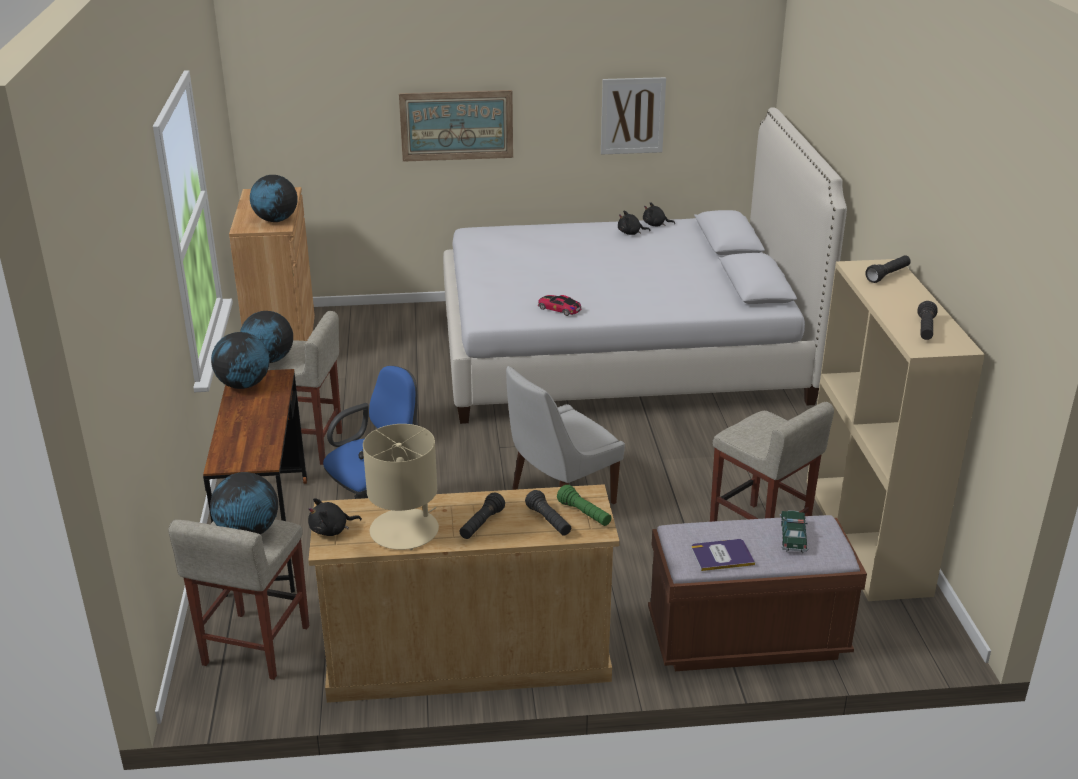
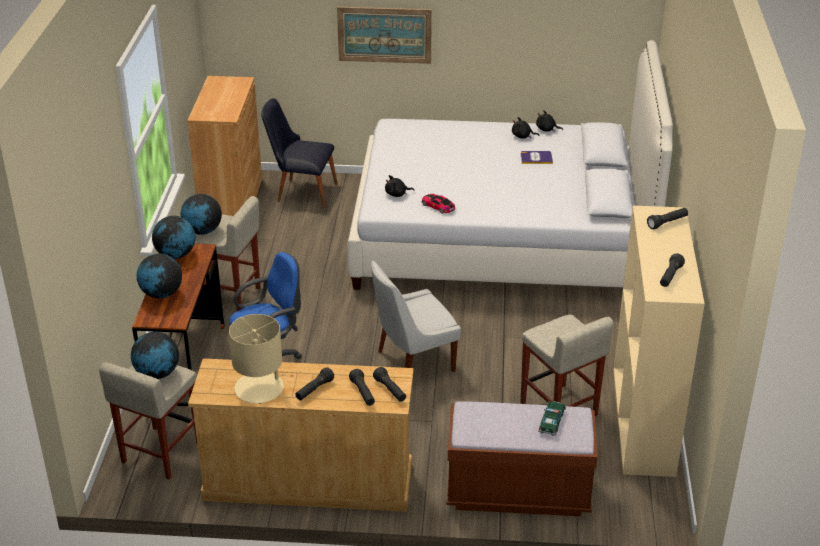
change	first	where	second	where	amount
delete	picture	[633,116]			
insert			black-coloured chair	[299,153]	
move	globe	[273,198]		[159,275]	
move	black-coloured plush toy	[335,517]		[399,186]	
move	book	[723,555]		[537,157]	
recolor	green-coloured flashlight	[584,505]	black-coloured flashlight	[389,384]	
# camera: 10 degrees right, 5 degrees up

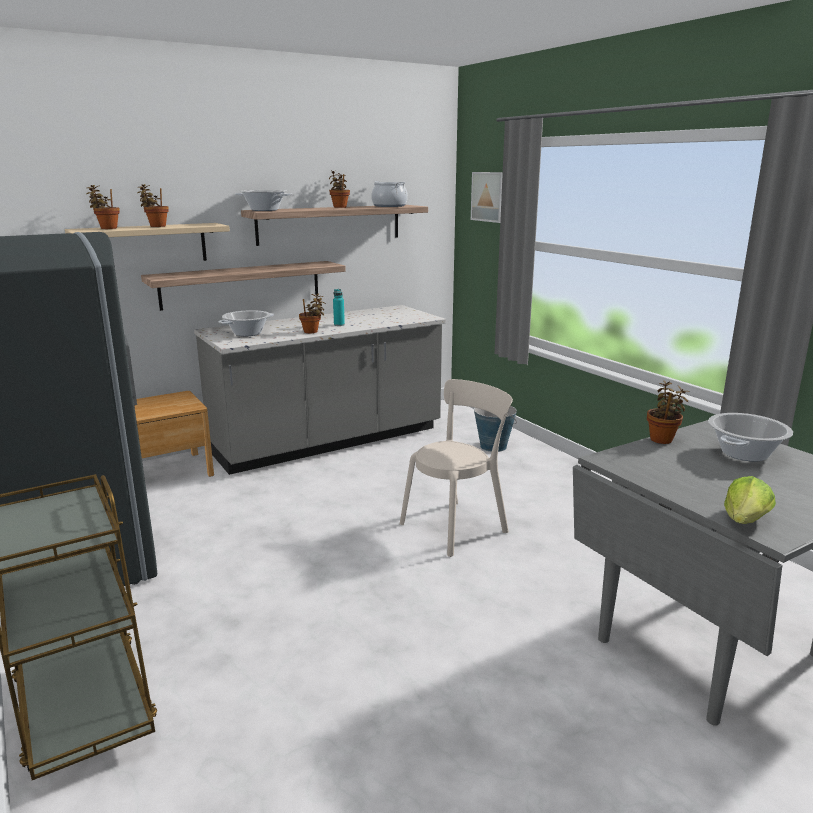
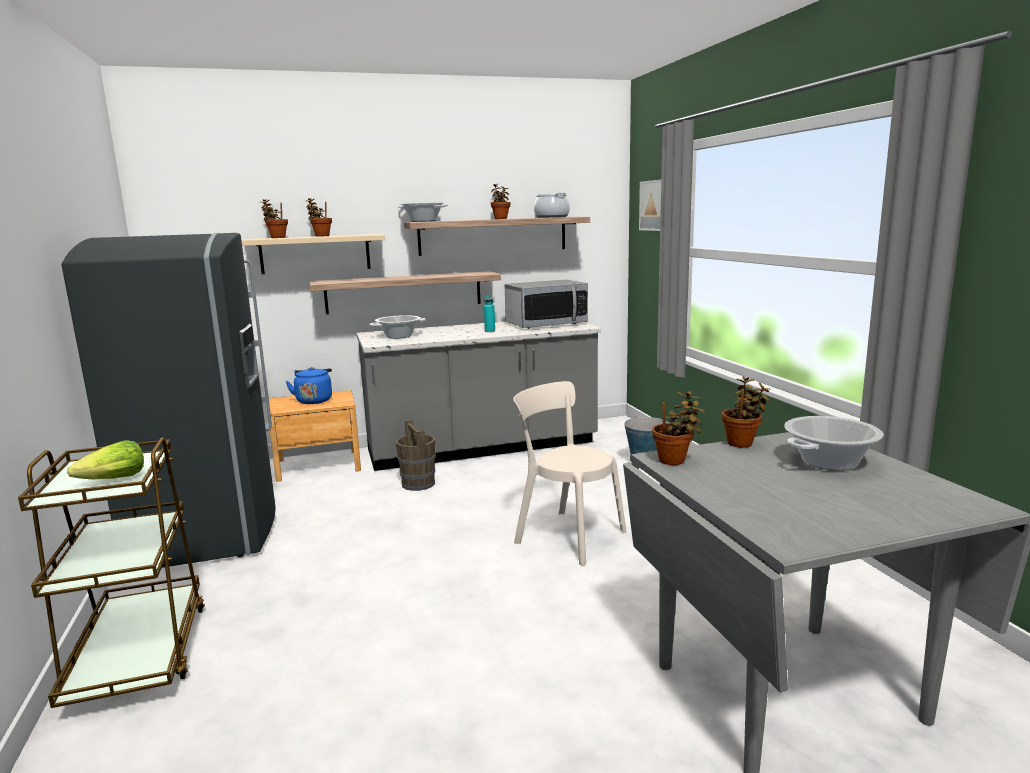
change	first	where	second	where	amount
insert			blue-coloured tea kettle	[308,385]	
insert			brown water bucket	[416,455]	
insert			kitchen microwave	[546,304]	
move	houseplant	[312,313]		[679,428]	
move	lettuce head	[750,500]		[105,459]	
rotate	beige-coloured chair	[456,468]		[569,473]	120 degrees counterclockwise
# camera: 15 degrees right, 5 degrees down

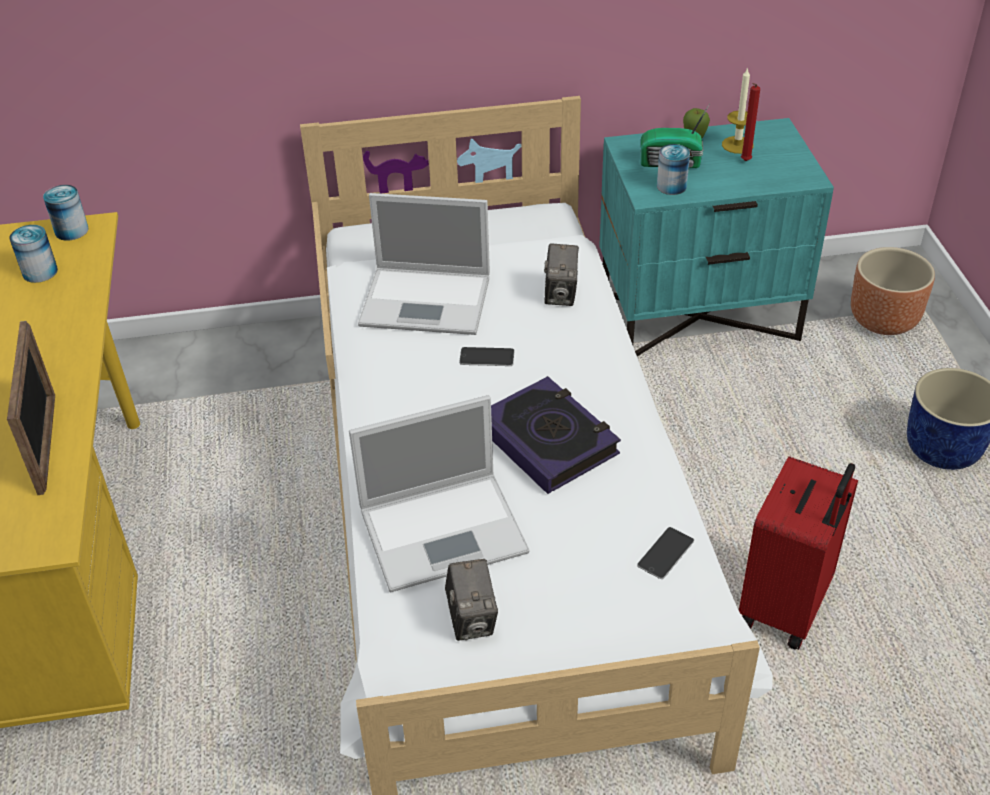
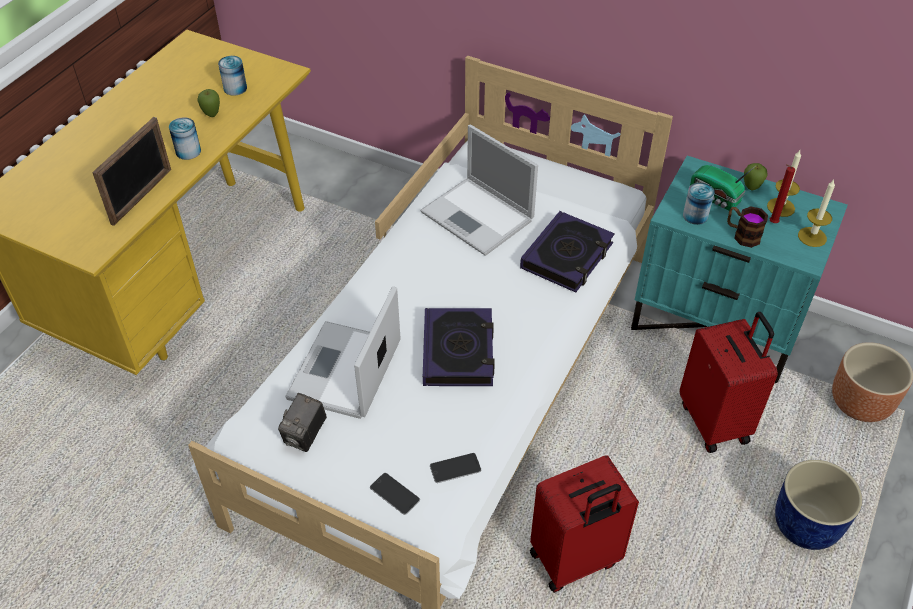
change	first	where	second	where	amount
insert			whole apple	[208,103]	
insert			red-coloured suitcase	[729,382]	
insert			tea mug	[747,227]	
insert			wax light	[816,213]	
move	metal can	[66,213]		[185,138]	
move	phone	[486,356]		[395,494]	
replace	photo camera	[561,275]	book	[567,251]	
rotate	portable computer	[439,493]		[343,352]	90 degrees clockwise
# camera: 35 degrees right, 5 degrees up

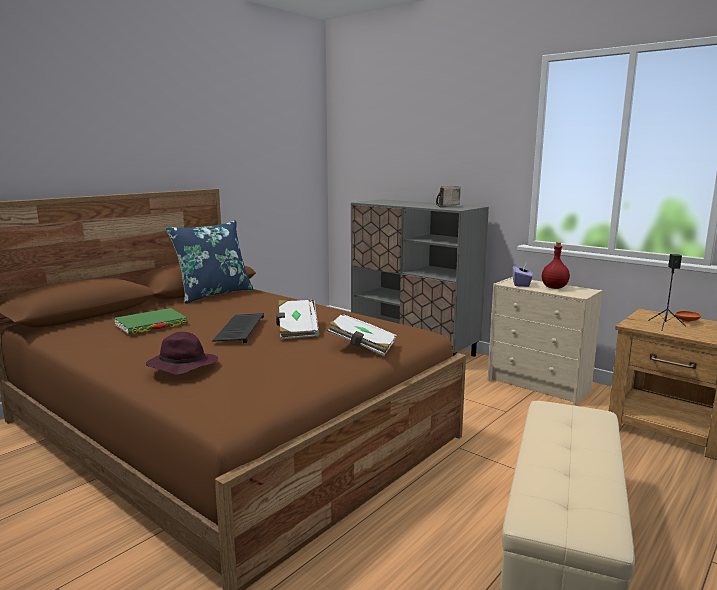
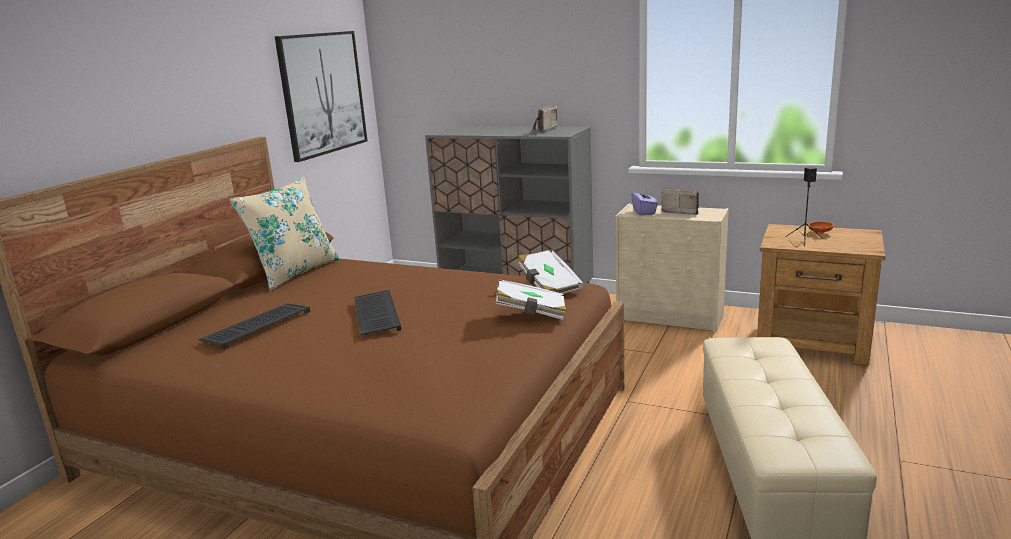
change	first	where	second	where	amount
delete	purple wearable hat	[182,353]			
insert			picture	[321,96]	
move	whitish book	[297,319]		[551,271]	
replace	green-coloured book	[151,321]	computer keyboard	[254,326]	
replace	red-coloured drink bottle	[556,265]	radio	[680,201]	
recolor	blue-coloured cushion	[210,262]	beige-coloured cushion	[284,233]	
# camera: 15 degrees left, 5 degrees up

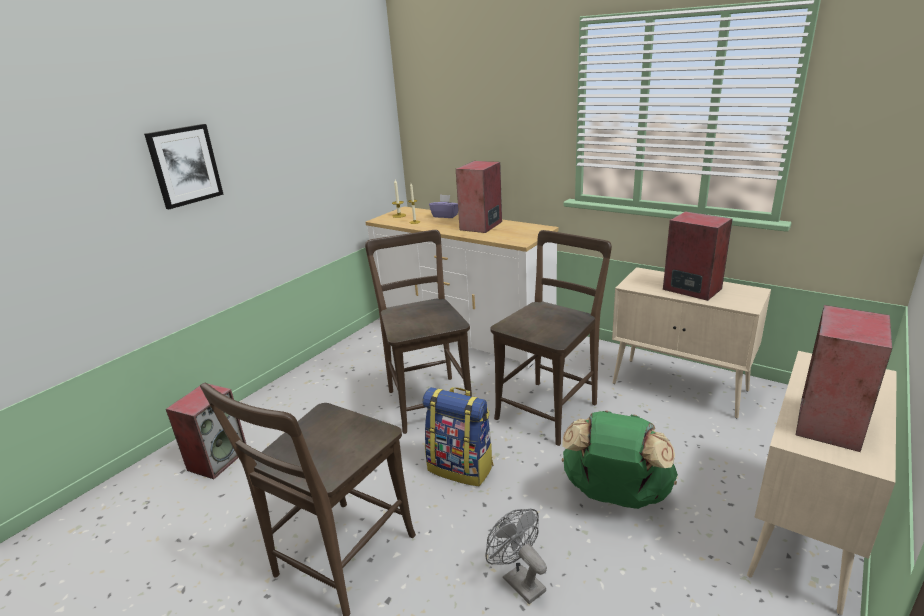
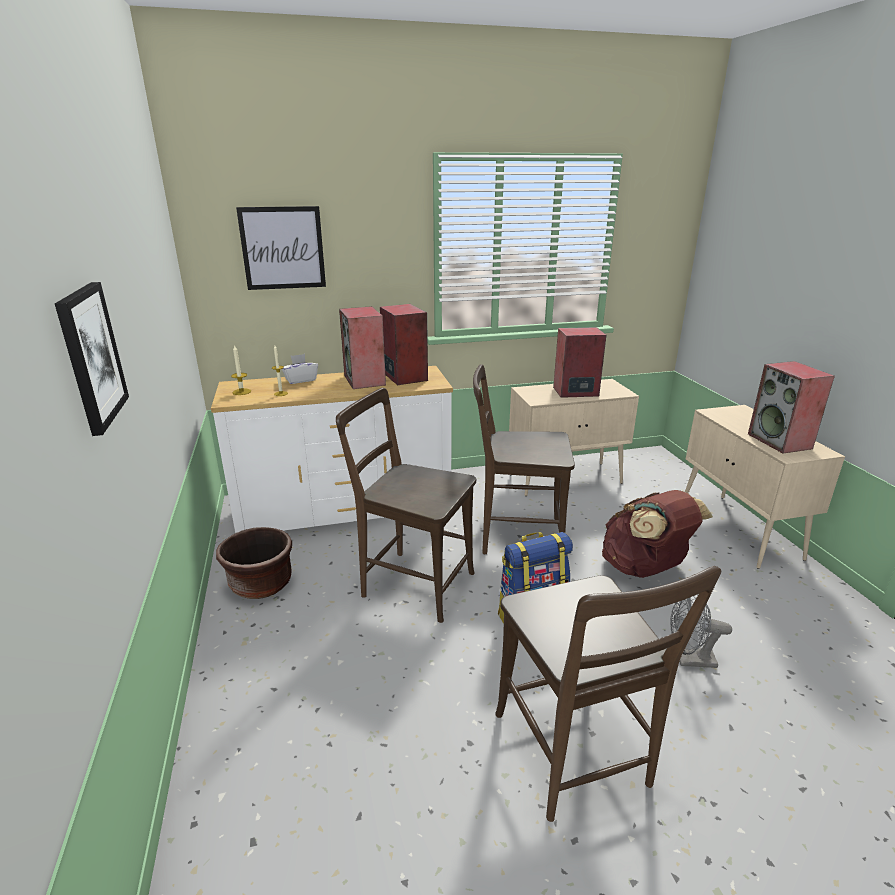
change	first	where	second	where	amount
insert			brown planter	[254,563]	
insert			picture	[281,248]	
move	audio speaker	[206,431]		[404,344]	
recolor	purple tissue holder	[443,206]	whitish tissue holder	[300,369]	
recolor	green-coloured backpack	[620,459]	brown backpack	[657,534]	
rotate	brown chair	[551,338]		[524,459]	75 degrees counterclockwise
# camera: 50 degrees left, 0 degrees up

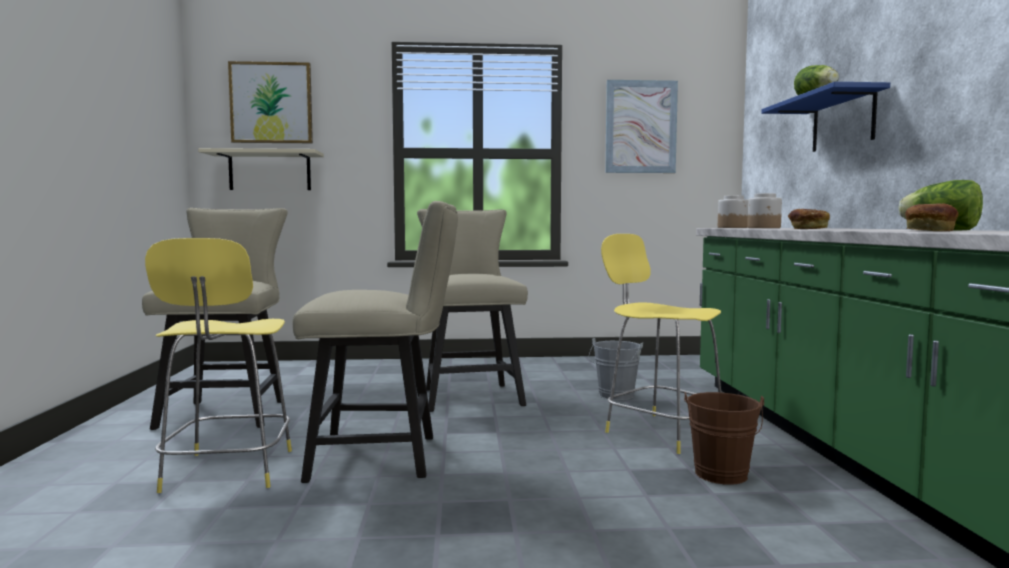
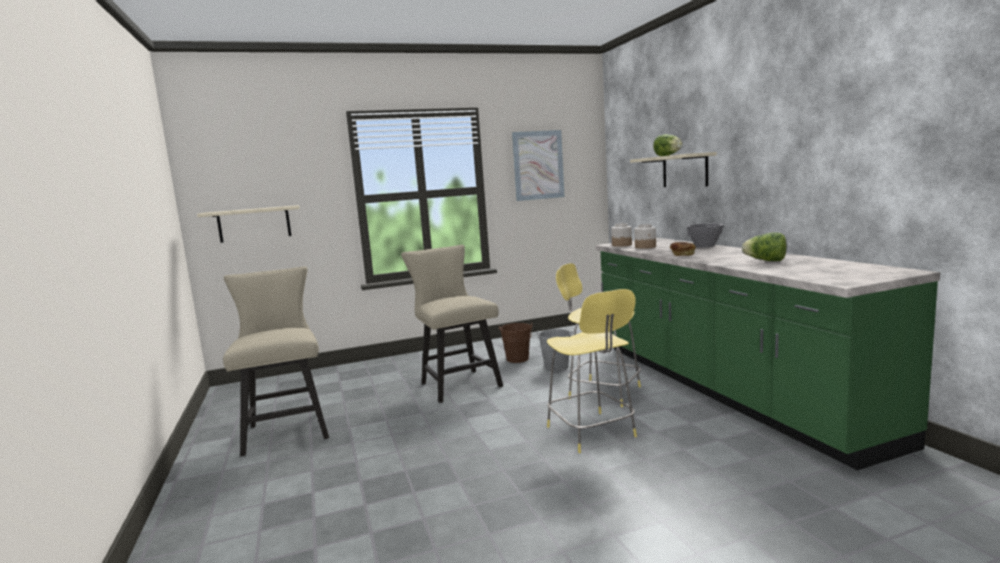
change	first	where	second	where	amount
delete	picture	[270,102]			
delete	beige-coloured chair	[375,342]			
delete	bakery bread	[932,217]			
insert			gray deep dish	[705,235]	
move	yellow-coloured sitting stool	[218,365]		[592,371]	
move	brown water bucket	[724,438]		[515,342]	
recolor	blue-coloured shelf	[825,117]	beige-coloured shelf	[673,169]	
# camera: 15 degrees left, 5 degrees up

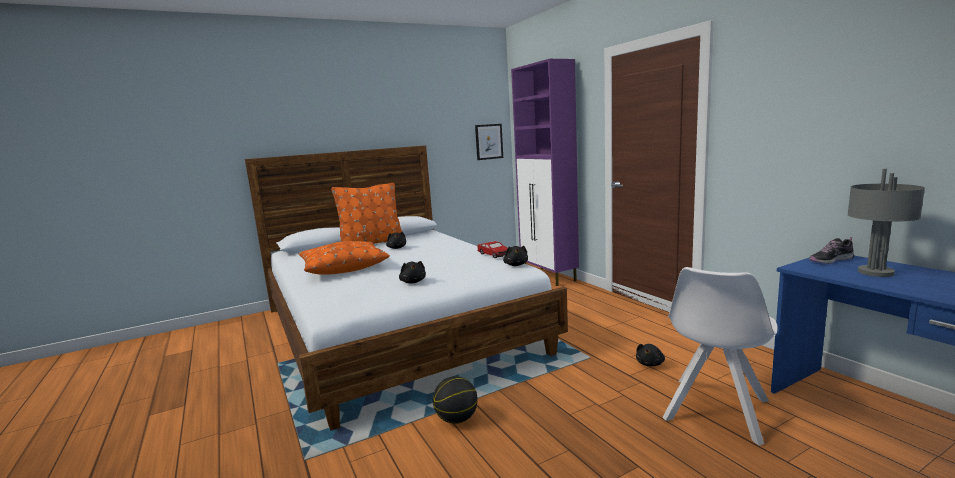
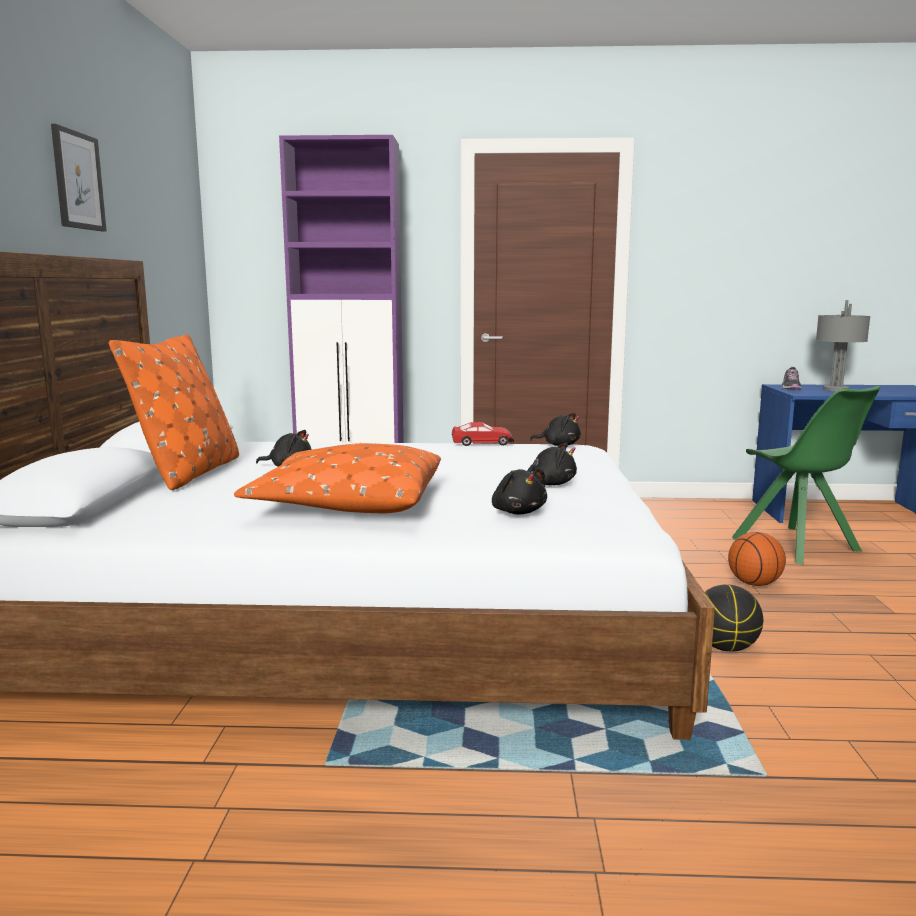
change	first	where	second	where	amount
insert			ball for basketball	[757,559]	
move	picture	[489,142]		[79,178]	
move	black-coloured plush toy	[650,355]		[519,491]	
recolor	whitish chair	[720,356]	green-coloured chair	[806,475]	
# camera: 60 degrees left, 0 degrees up

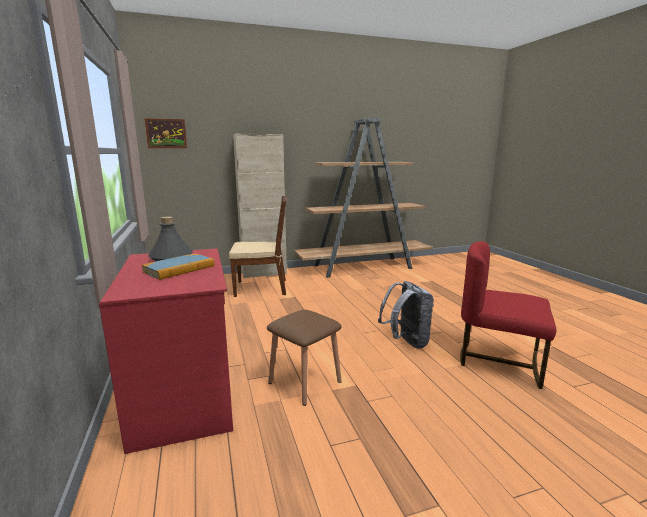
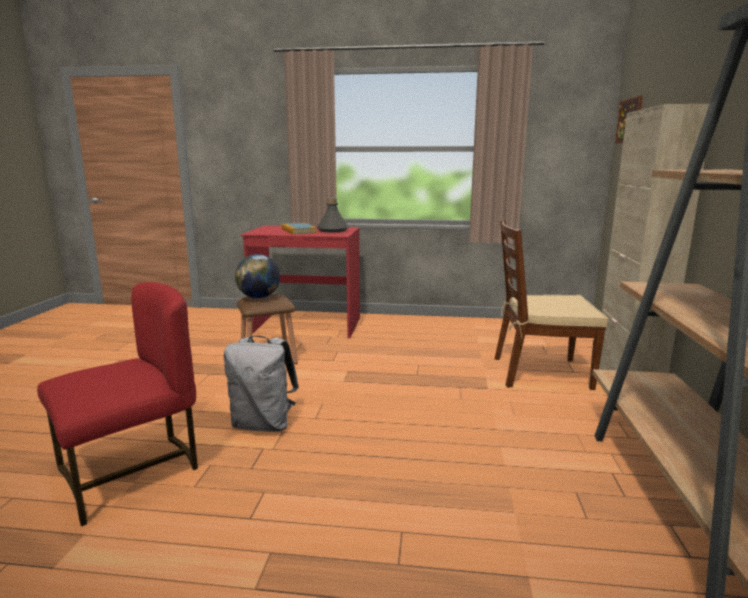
change	first	where	second	where	amount
insert			globe	[257,276]	
rotate	brown chair	[258,246]		[551,305]	75 degrees clockwise
# camera: 115 degrees right, 0 degrees up

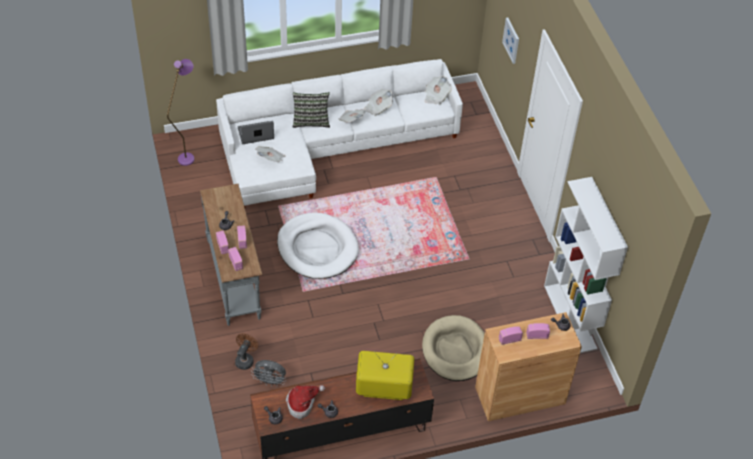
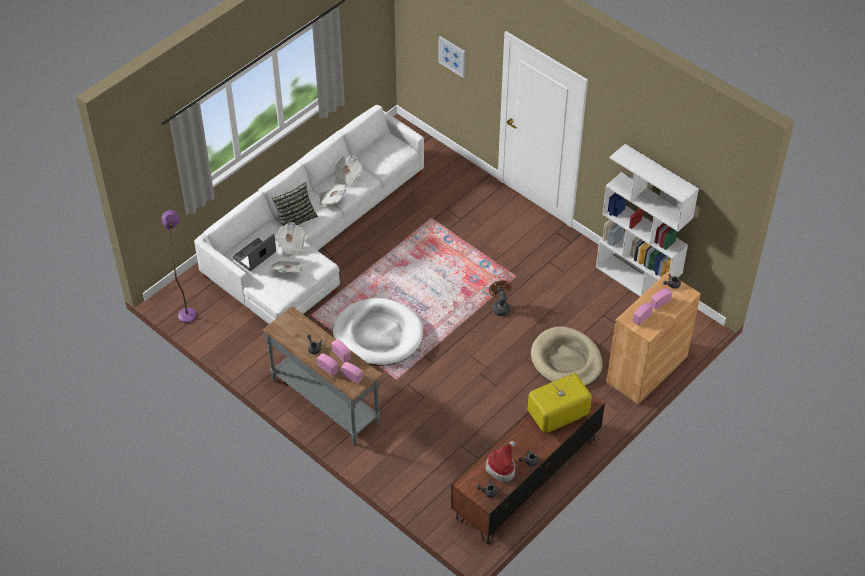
change	first	where	second	where	amount
delete	gray electric fan	[268,373]			
move	brown electric fan	[246,352]		[500,298]	
move	newspaper	[438,90]		[291,239]	
# camera: 30 degrees left, 0 degrees up

